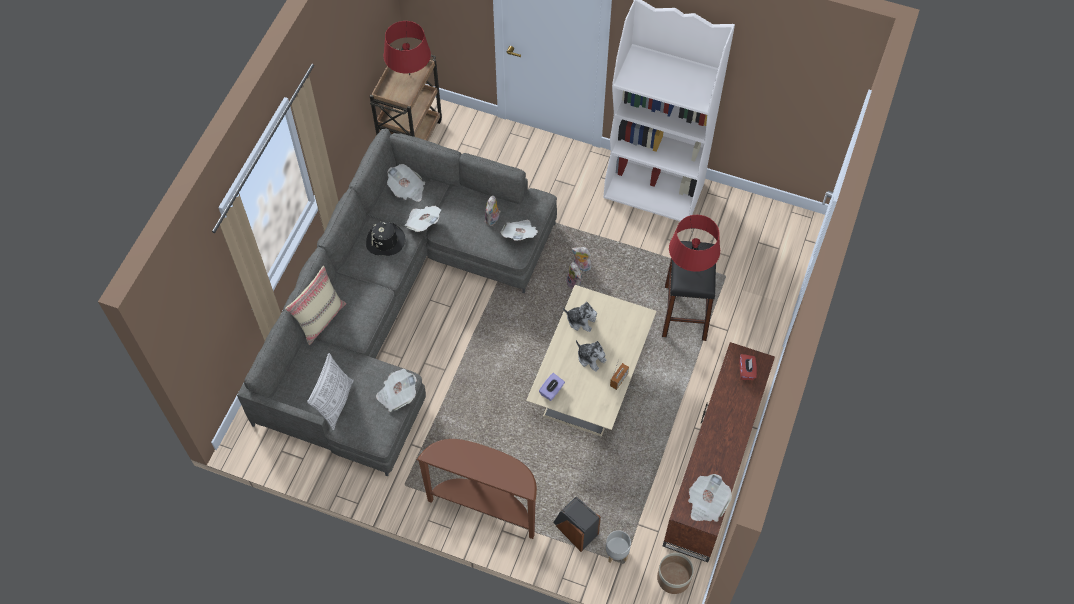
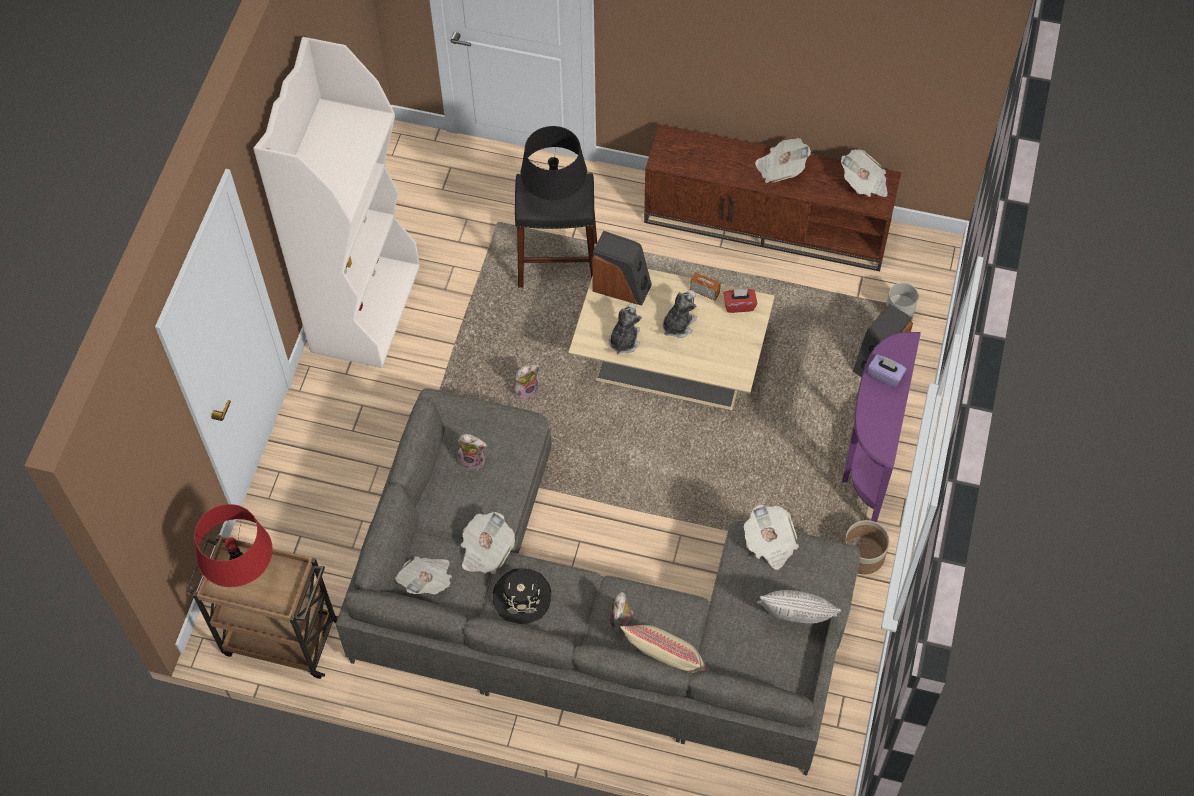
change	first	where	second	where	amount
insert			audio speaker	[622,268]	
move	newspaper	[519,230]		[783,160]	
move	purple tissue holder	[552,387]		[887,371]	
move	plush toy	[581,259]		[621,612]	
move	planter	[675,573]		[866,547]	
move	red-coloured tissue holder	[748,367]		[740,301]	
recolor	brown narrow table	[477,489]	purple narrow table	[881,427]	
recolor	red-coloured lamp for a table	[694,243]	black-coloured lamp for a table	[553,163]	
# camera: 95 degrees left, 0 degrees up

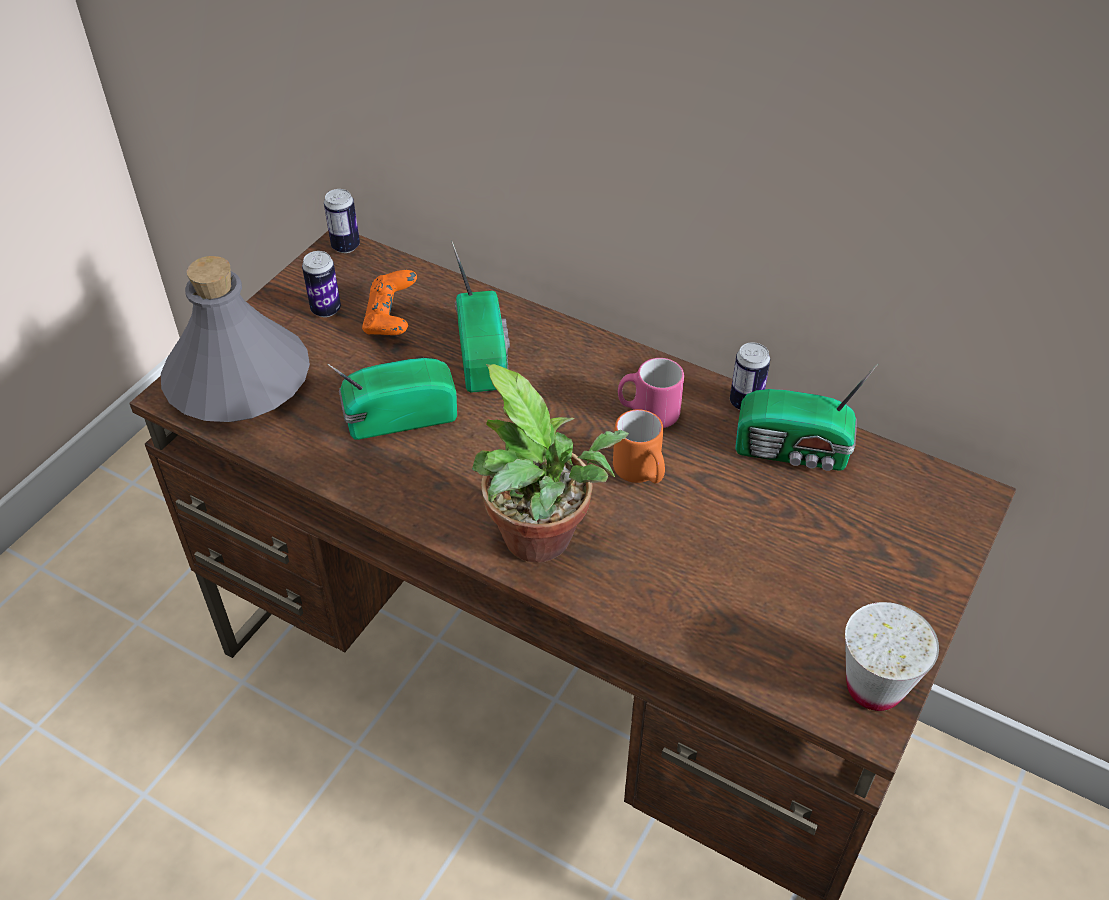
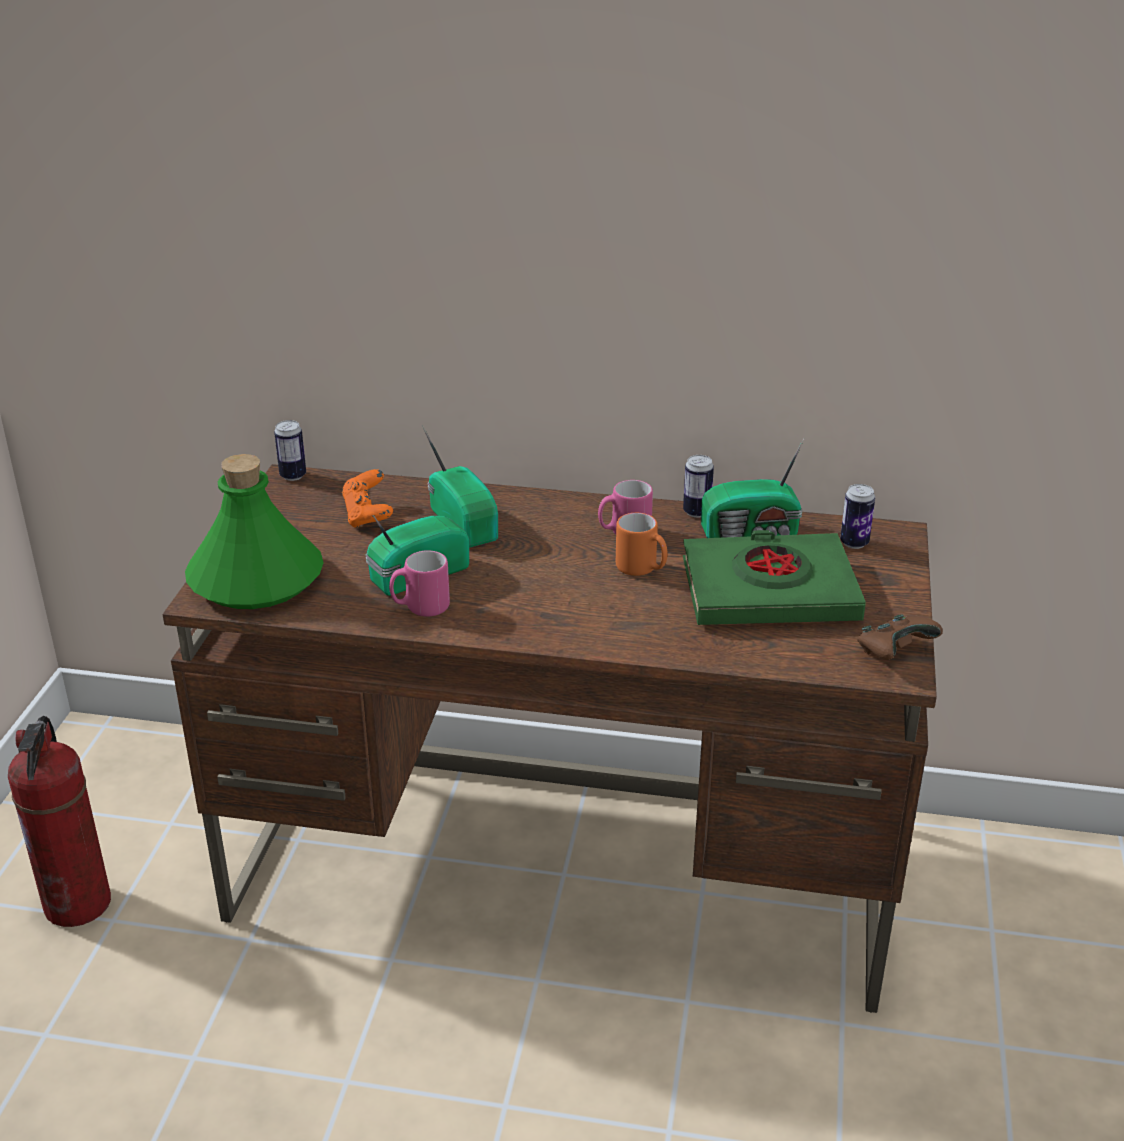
change	first	where	second	where	amount
delete	houseplant	[550,463]			
insert			fire extinguisher	[59,821]	
insert			pink tea mug	[419,583]	
insert			green-coloured book	[774,577]	
move	metal can	[321,284]		[857,516]	
replace	whitish small cup	[892,656]	brown joypad	[900,637]	
recolor	gray drink bottle	[235,339]	green-coloured drink bottle	[254,531]	
# camera: 20 degrees left, 15 degrees down

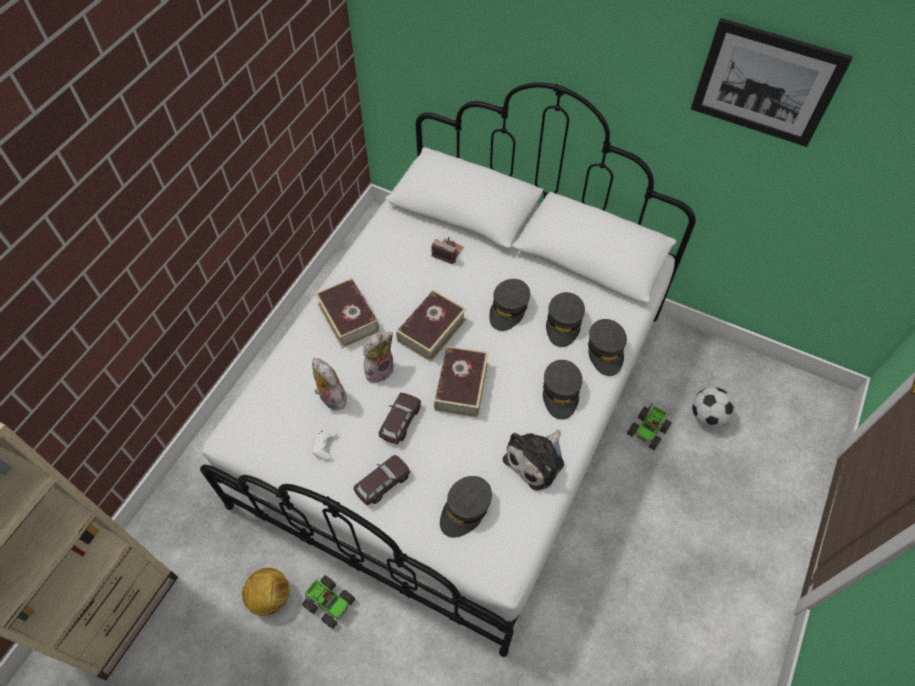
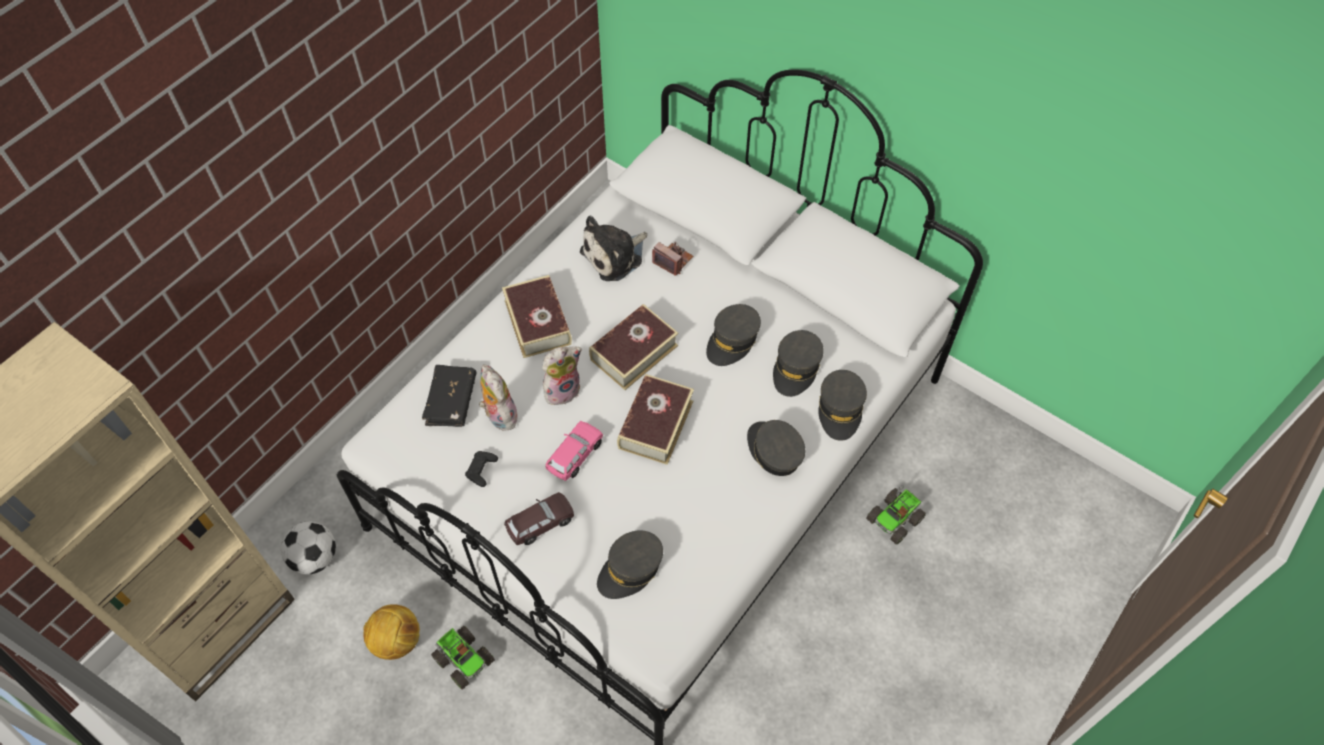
change	first	where	second	where	amount
delete	picture	[772,82]			
insert			black-coloured book	[449,396]	
move	plush toy	[533,460]		[613,248]	
move	football	[713,407]		[308,548]	
recolor	whitish joypad	[324,446]	black-coloured joypad	[481,469]	
recolor	brown miniature car	[400,418]	pink miniature car	[574,451]	
rotate	gray peaked cap	[563,390]		[776,448]	135 degrees clockwise
# camera: 10 degrees right, 0 degrees up

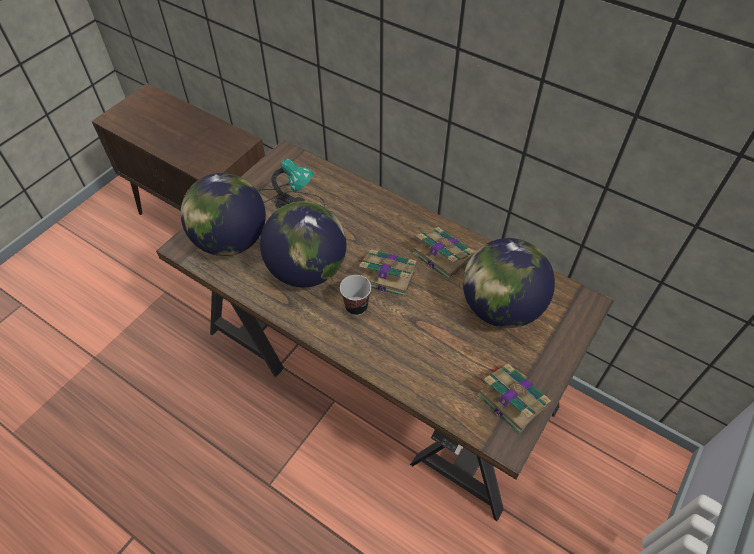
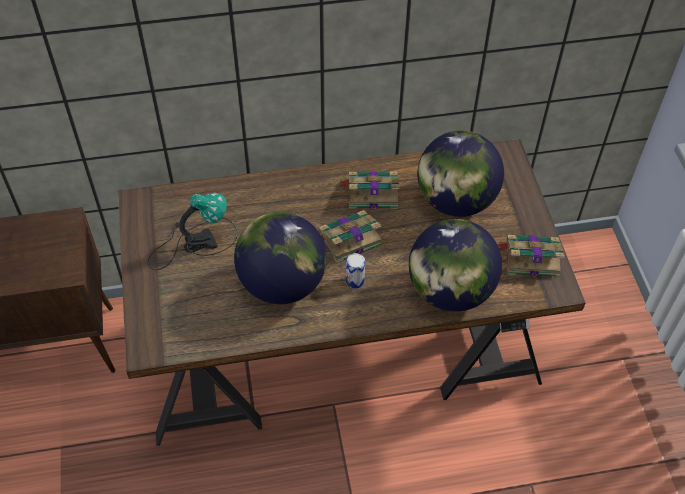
change	first	where	second	where	amount
move	globe	[223,214]		[455,265]	
replace	small cup	[355,295]	metal can	[355,271]	
# camera: 45 degrees left, 0 degrees up

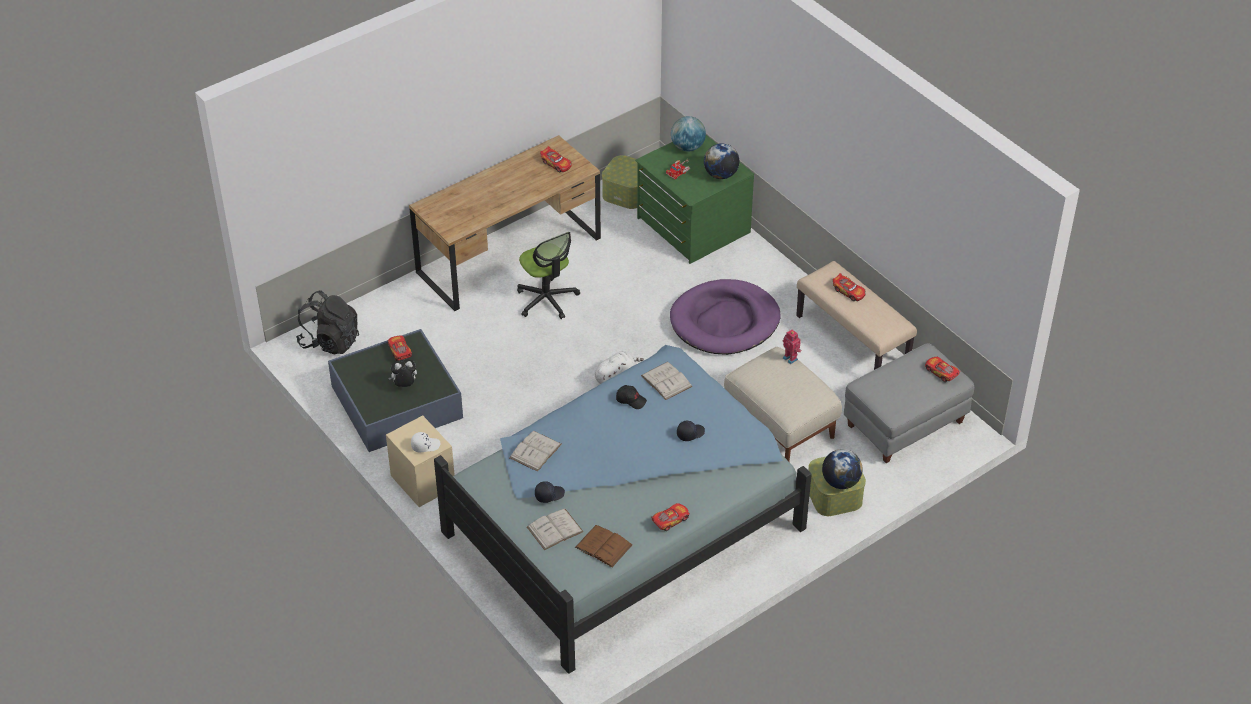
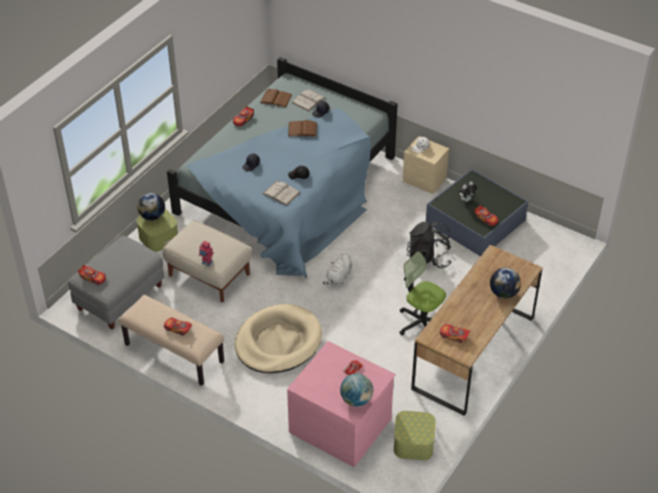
change	first	where	second	where	amount
delete	whitish book	[535,451]			
insert			brown book	[302,128]	
move	black-coloured backpack	[327,323]		[429,245]	
move	globe	[721,161]		[505,283]	
recolor	green-coloured dresser	[694,199]	pink dresser	[341,404]	
recolor	purple pet bed	[725,317]	beige-coloured pet bed	[278,338]	
# camera: 160 degrees right, 0 degrees up

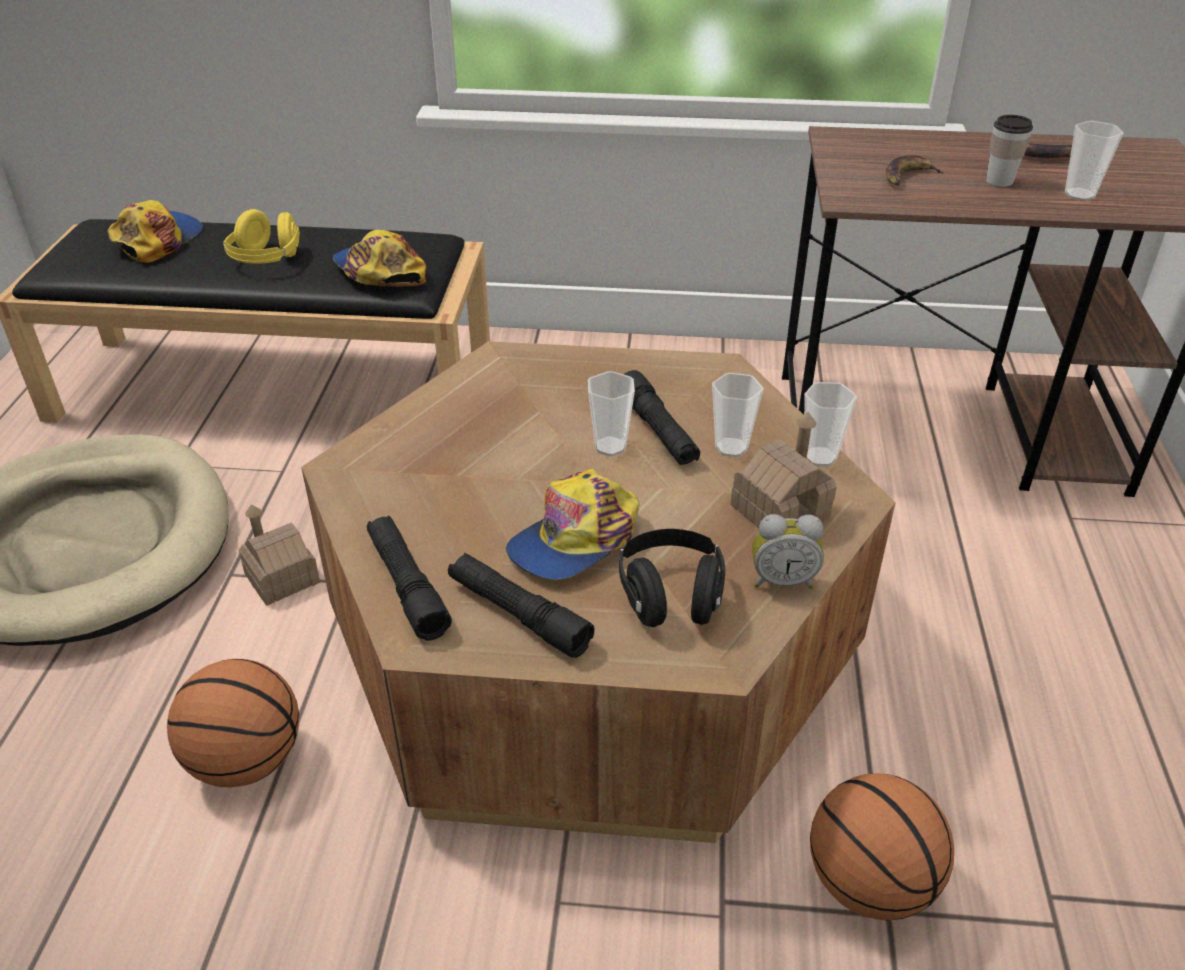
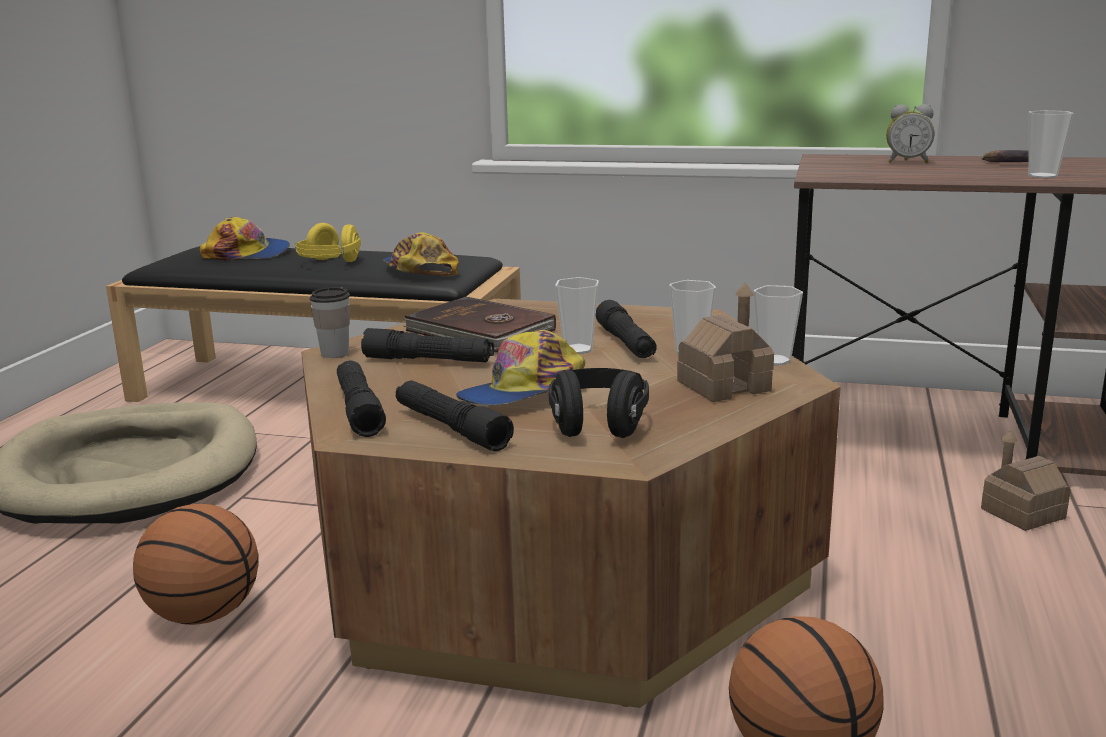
change	first	where	second	where	amount
delete	whole banana	[915,170]			
insert			black-coloured flashlight	[427,345]	
insert			brown book	[480,324]	
move	model house	[279,555]		[1026,480]	
move	bedside clock	[788,551]		[910,133]	
move	small cup	[1009,151]		[330,322]	
rotate	peaked cap	[155,231]		[245,239]	60 degrees clockwise
# camera: 10 degrees right, 20 degrees down

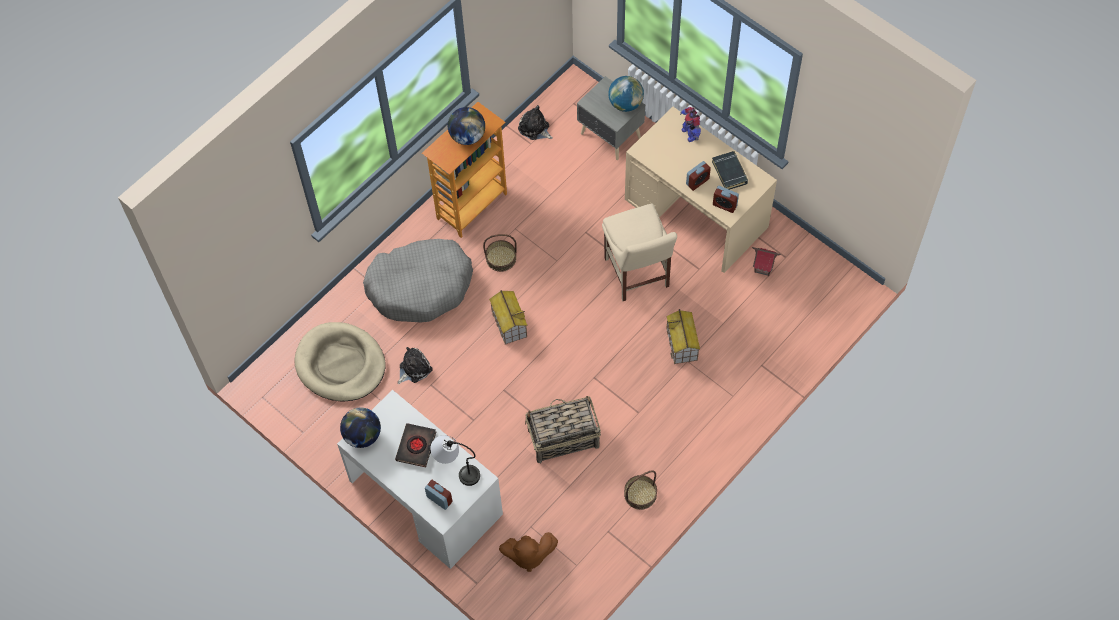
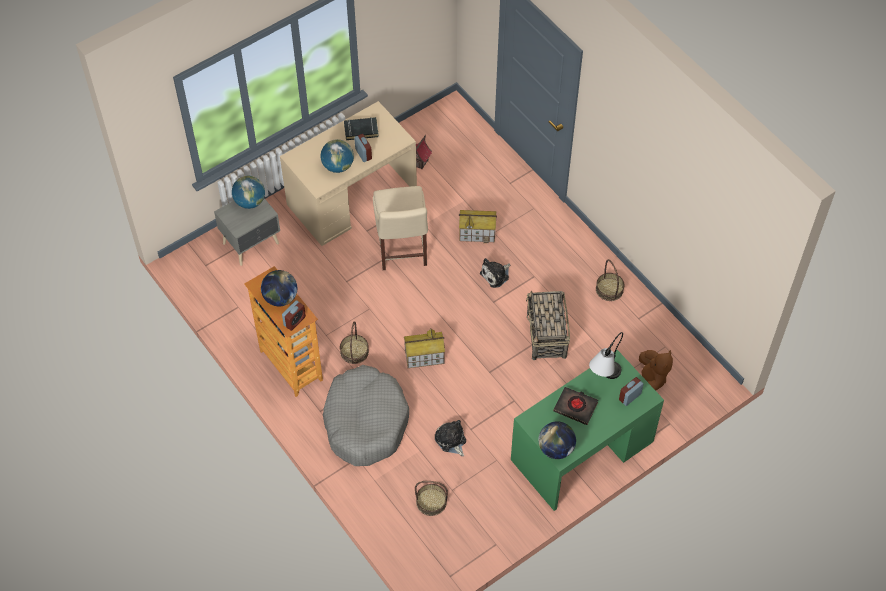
change	first	where	second	where	amount
delete	model robot	[690,124]			
insert			globe	[337,156]	
move	plush toy	[535,122]		[495,273]	
move	bedside clock	[726,199]		[294,315]	
replace	beige-coloured pet bed	[340,361]	household basket	[431,498]	
recolor	whitish desk unit	[420,479]	green-coloured desk unit	[587,430]	
rotate	beige-coloured chair	[639,252]		[400,228]	90 degrees clockwise
# camera: 80 degrees left, 5 degrees down

